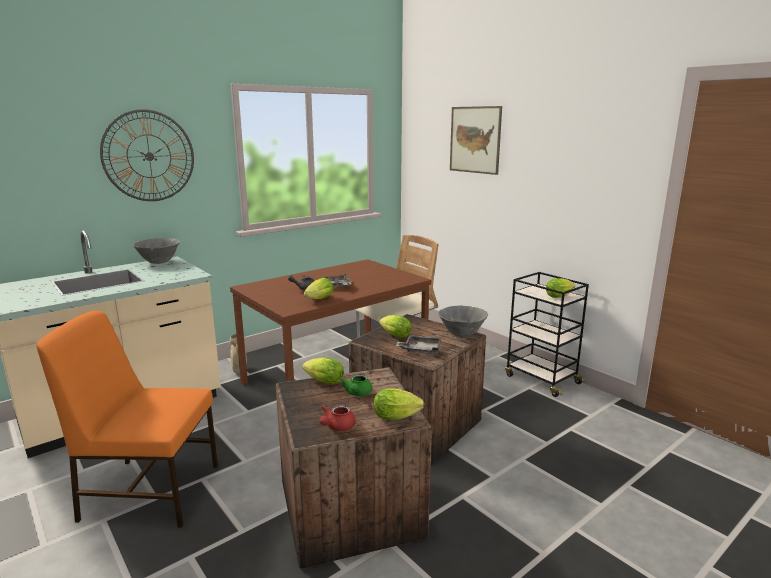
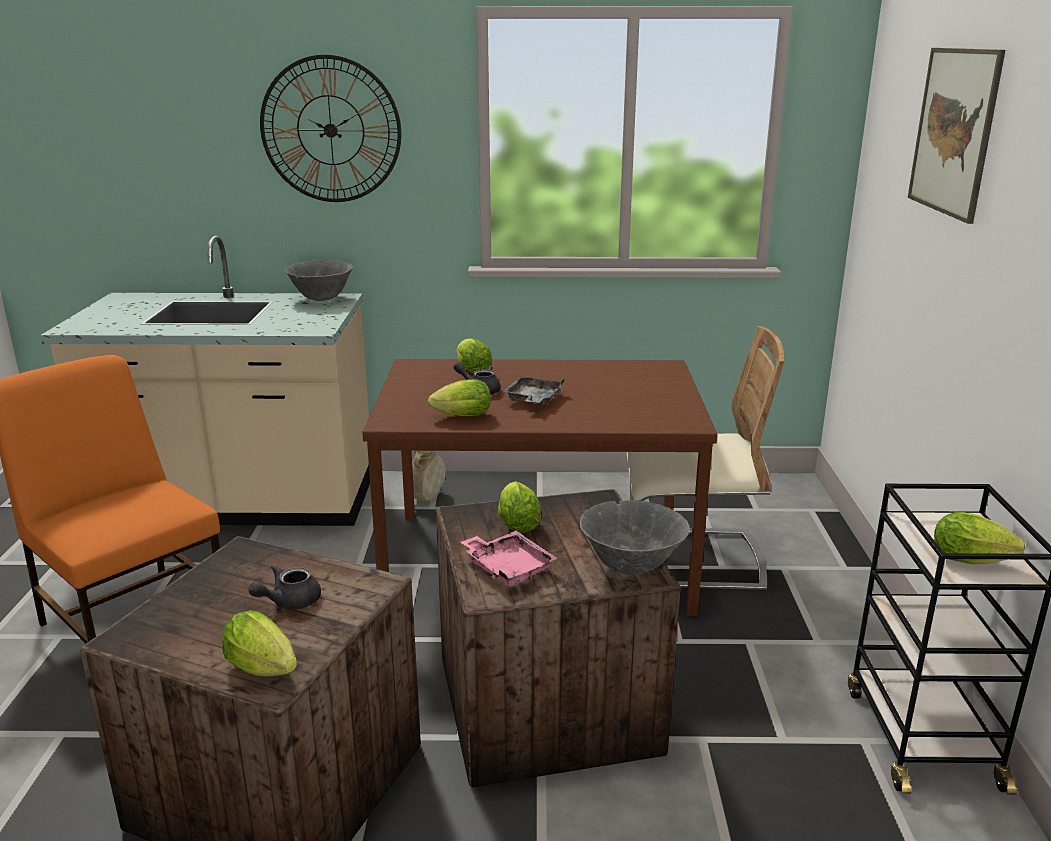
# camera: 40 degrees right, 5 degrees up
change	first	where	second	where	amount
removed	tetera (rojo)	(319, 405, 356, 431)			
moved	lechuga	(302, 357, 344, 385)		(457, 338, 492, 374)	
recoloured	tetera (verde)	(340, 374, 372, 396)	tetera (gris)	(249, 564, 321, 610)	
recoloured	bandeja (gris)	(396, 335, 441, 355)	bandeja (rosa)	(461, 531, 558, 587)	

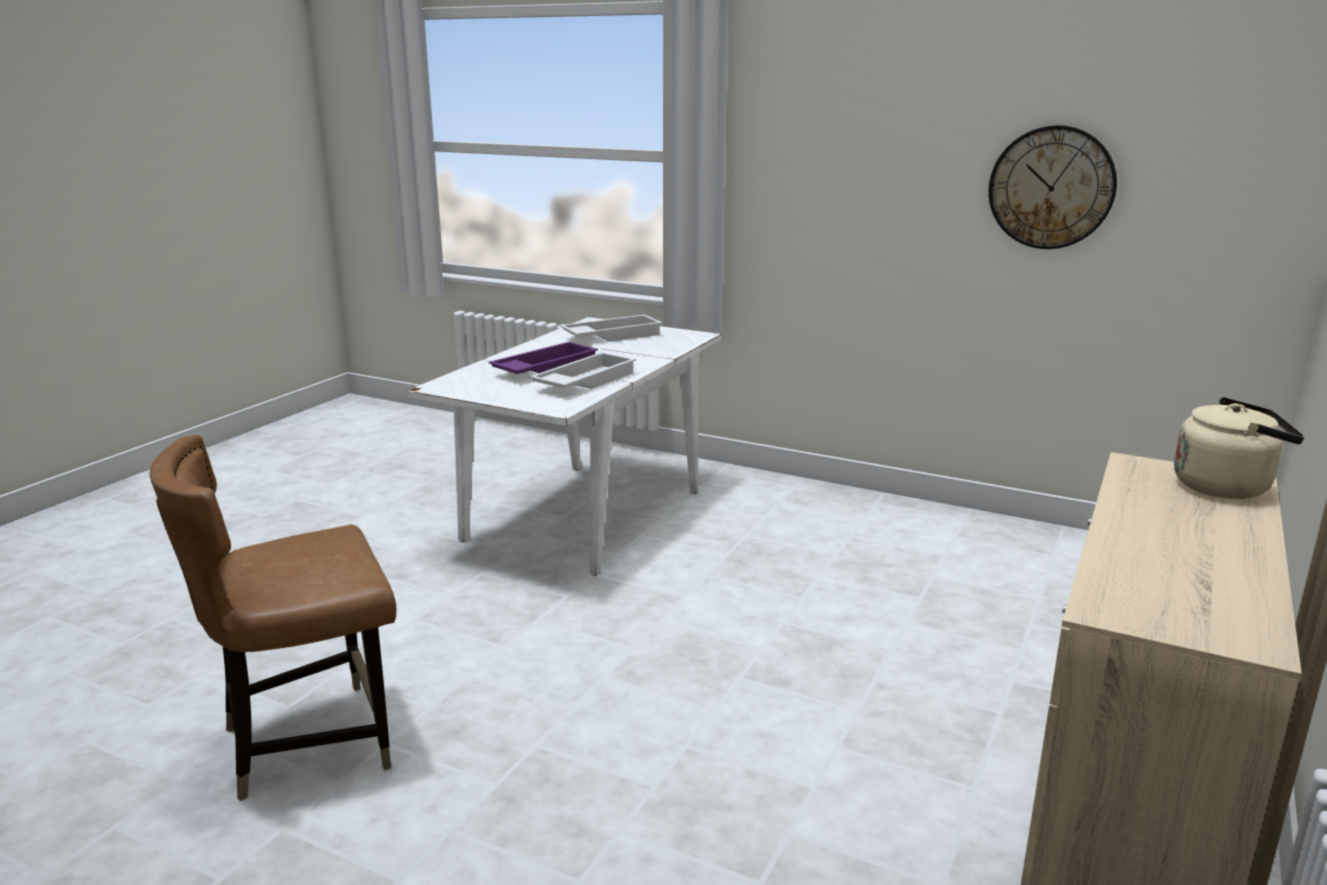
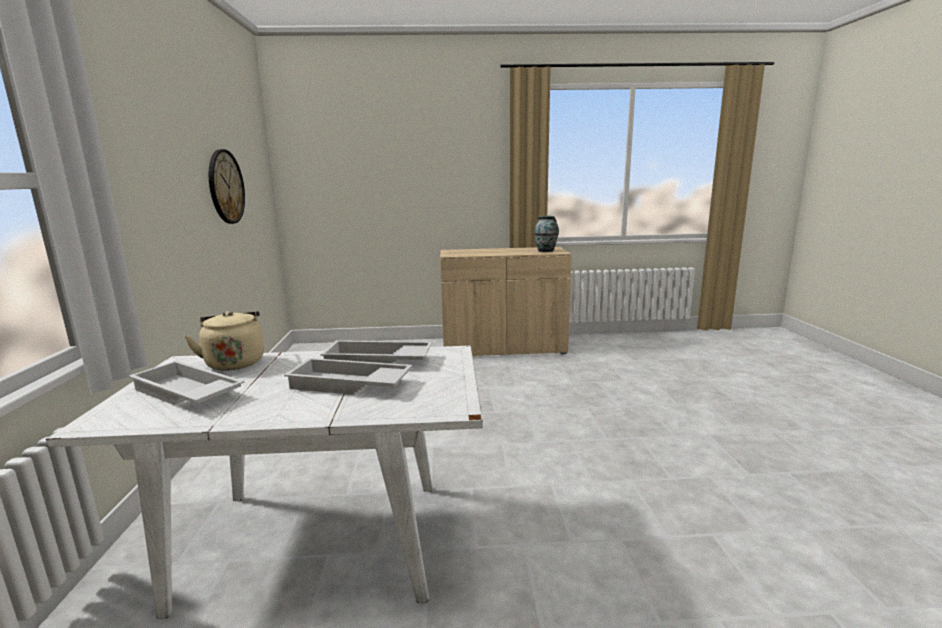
# camera: 120 degrees left, 5 degrees down
change	first	where	second	where	amount
removed	silla (marrón)	(150, 435, 396, 801)			
added			florero	(534, 216, 559, 252)	
moved	hervidor (beis)	(1174, 397, 1305, 499)		(184, 311, 264, 371)	
recoloured	bandeja (morado)	(488, 342, 598, 374)	bandeja (blanco)	(284, 358, 412, 395)	

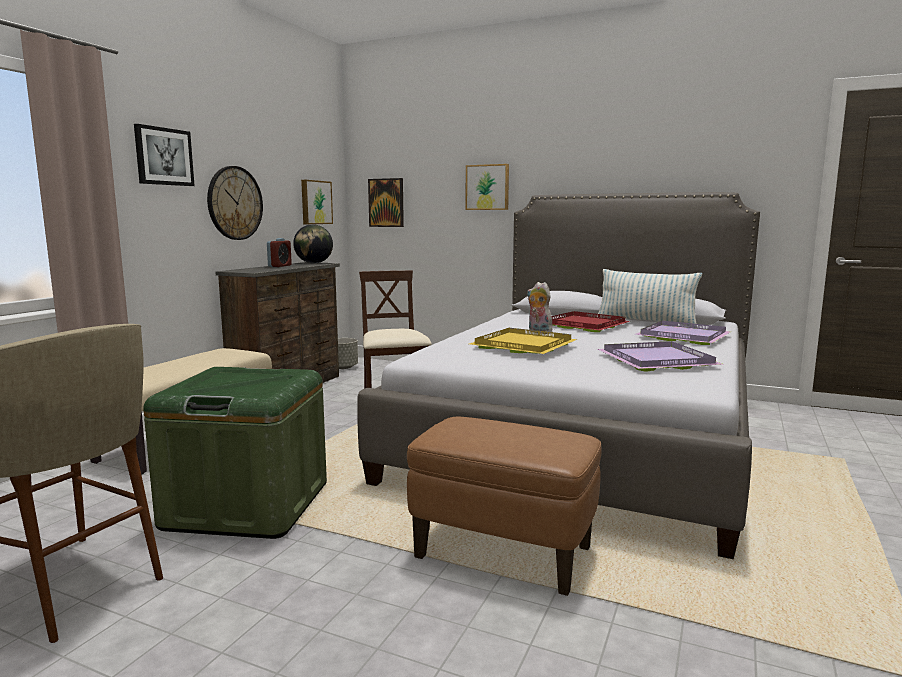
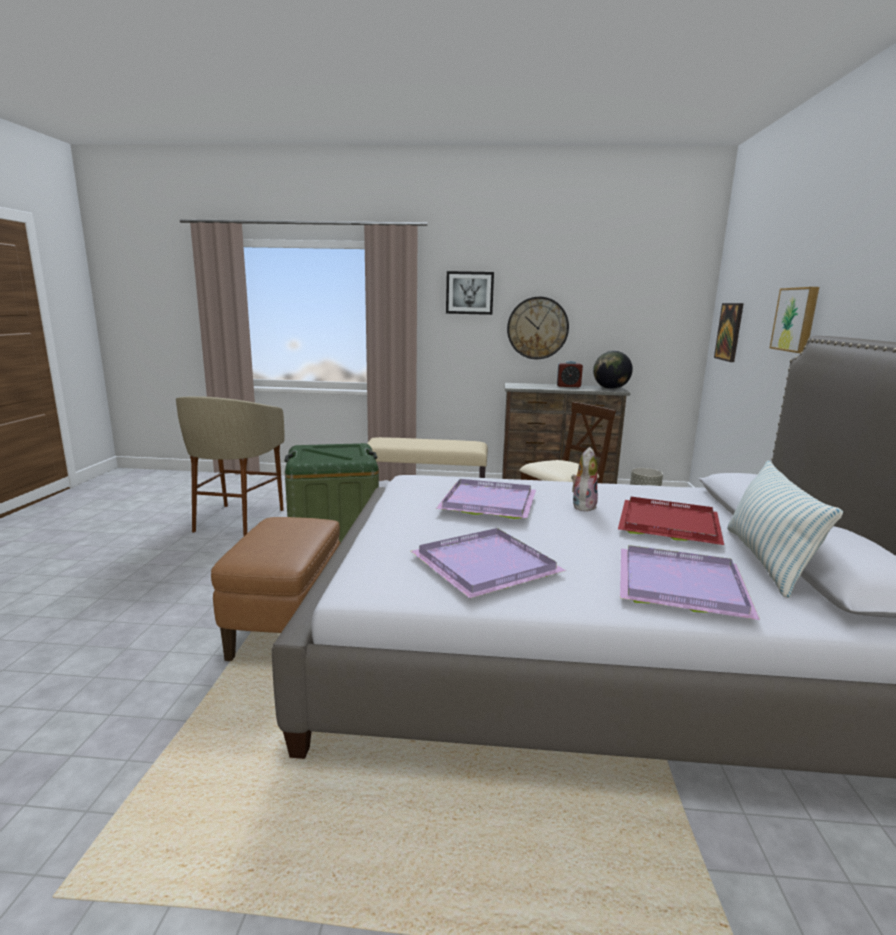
# camera: 70 degrees right, 5 degrees up
change	first	where	second	where	amount
removed	cuadro	(301, 180, 333, 224)			
recoloured	bandeja (amarillo)	(469, 328, 578, 354)	bandeja (morado)	(436, 479, 536, 519)	

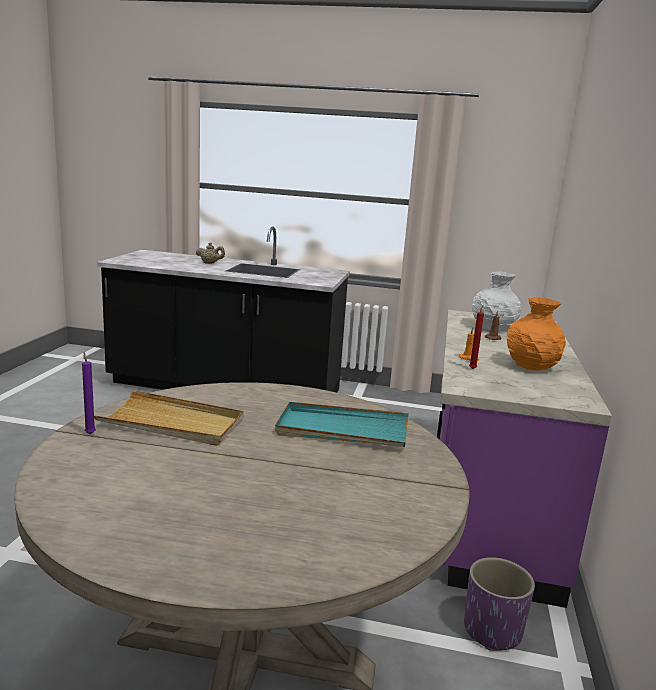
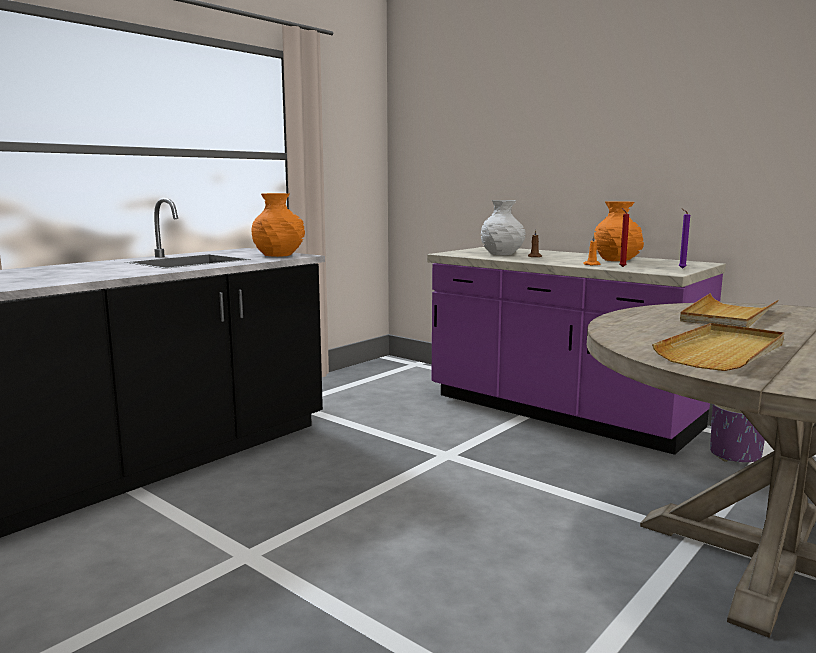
# camera: 60 degrees left, 5 degrees down
change	first	where	second	where	amount
removed	tetera (beis)	(196, 242, 225, 264)			
added			florero (naranja)	(252, 193, 305, 257)	
moved	vela (morado)	(82, 352, 96, 434)		(679, 209, 690, 269)	
recoloured	bandeja (turquesa)	(275, 402, 409, 447)	bandeja (beis)	(680, 293, 779, 328)	

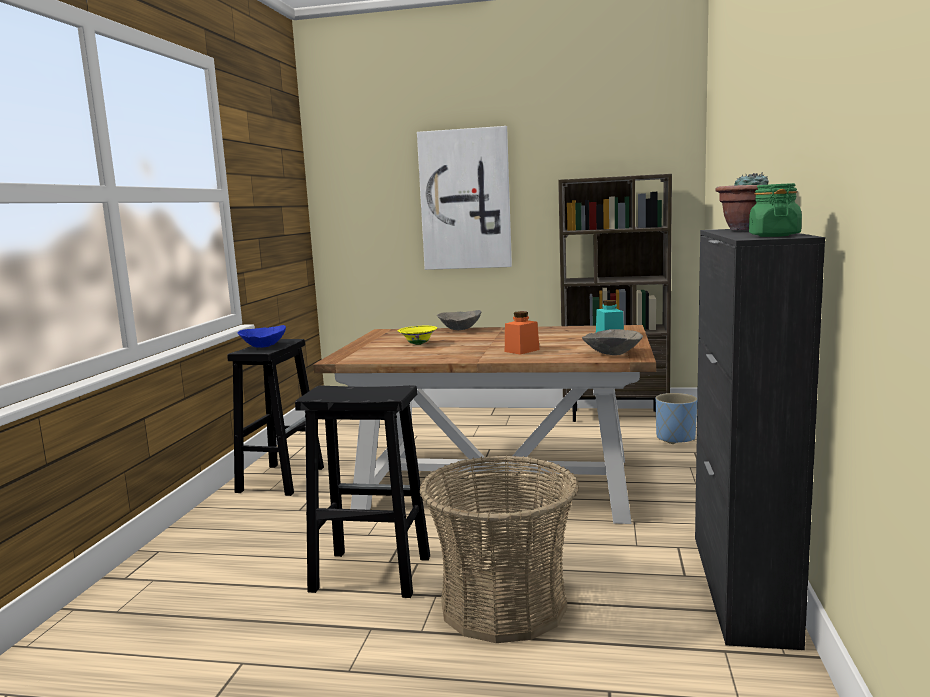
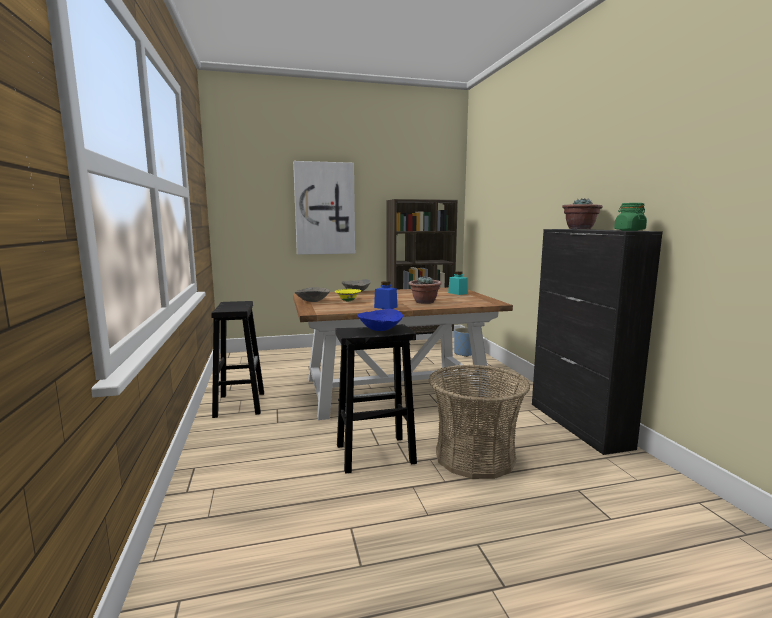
# camera: 25 degrees left, 0 degrees up
change	first	where	second	where	amount
added			tarro (azul)	(374, 281, 397, 309)	
moved	cuenco (azul)	(237, 325, 286, 348)		(357, 309, 403, 331)	
moved	cuenco (gris)	(582, 329, 643, 355)		(295, 287, 330, 302)	
replaced	tarro (naranja)	(505, 311, 540, 355)	planta en maceta	(408, 276, 442, 304)	

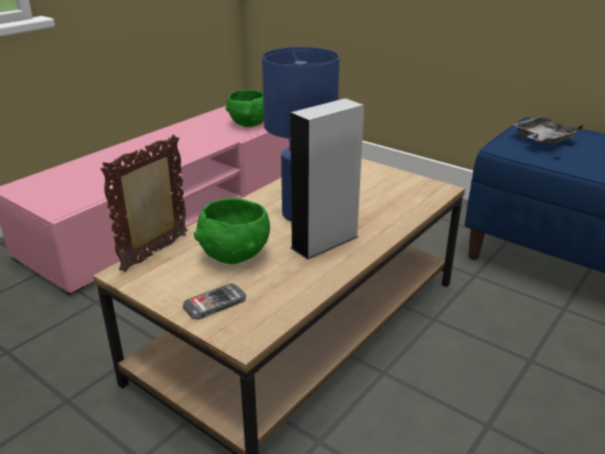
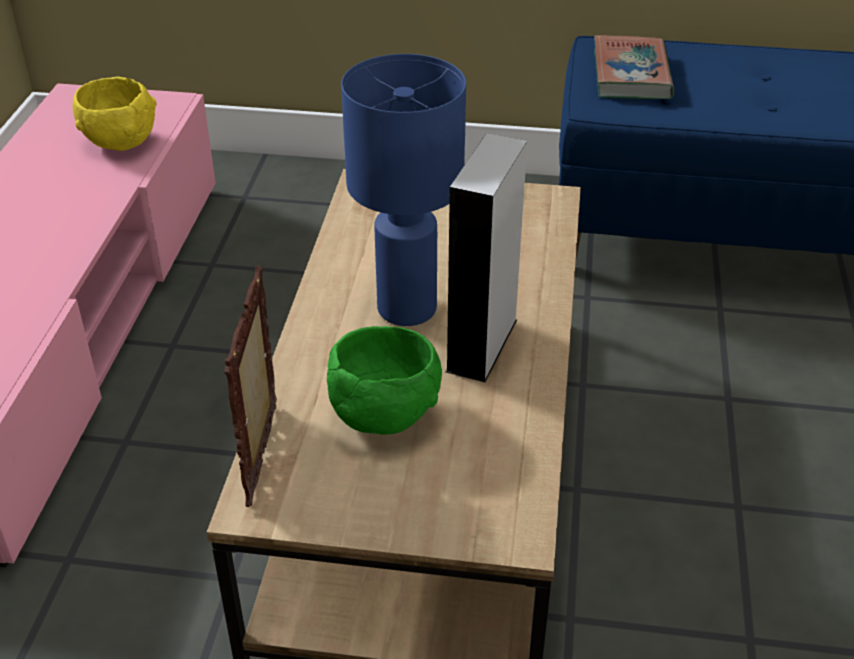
# camera: 30 degrees left, 10 degrees up
change	first	where	second	where	amount
removed	móvil	(183, 284, 246, 320)			
replaced	bandeja (gris)	(511, 116, 583, 145)	libro	(594, 35, 674, 99)	
recoloured	cuenco (verde)	(225, 90, 264, 127)	cuenco (amarillo)	(73, 77, 156, 151)	

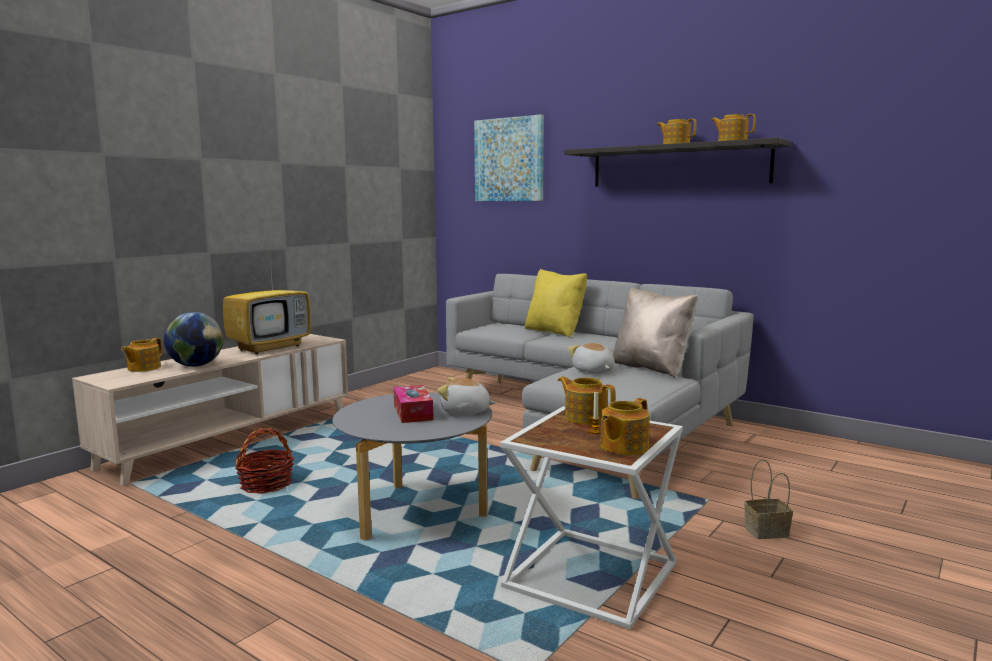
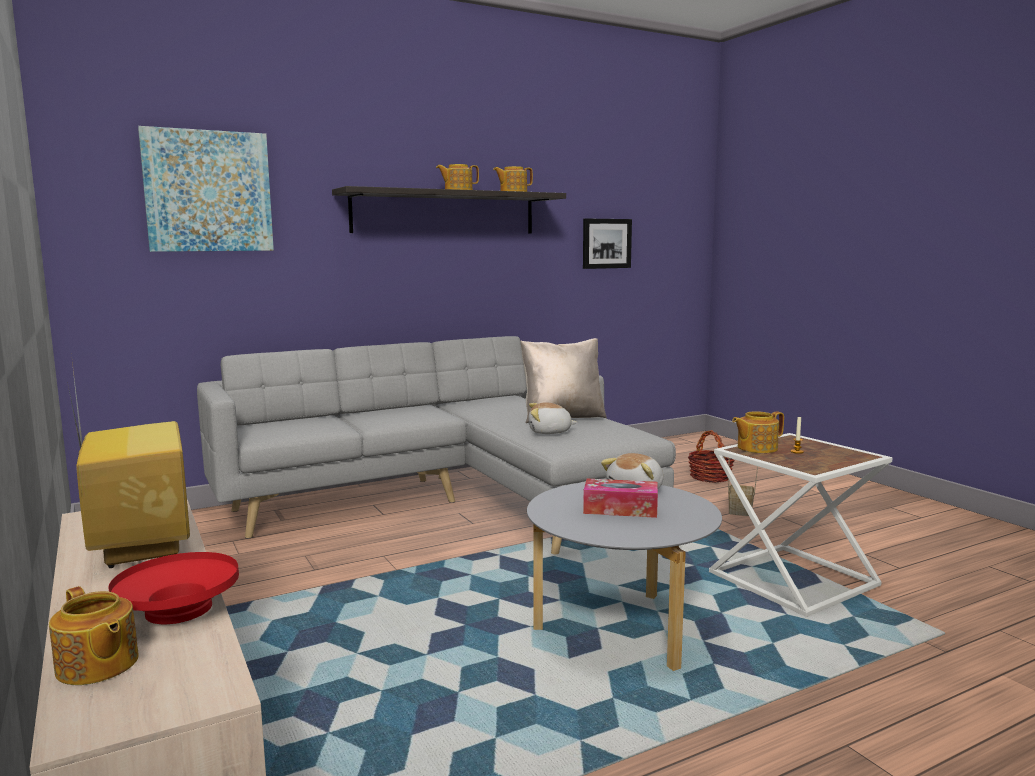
# camera: 65 degrees left, 0 degrees up
change	first	where	second	where	amount
removed	cojín (amarillo)	(525, 269, 587, 338)			
removed	tetera	(600, 398, 650, 455)			
added			cuadro	(583, 219, 632, 269)	
moved	cesta	(235, 428, 294, 494)		(688, 430, 734, 483)	
replaced	globo terráqueo	(164, 312, 223, 367)	cuenco (rojo)	(108, 552, 239, 625)	

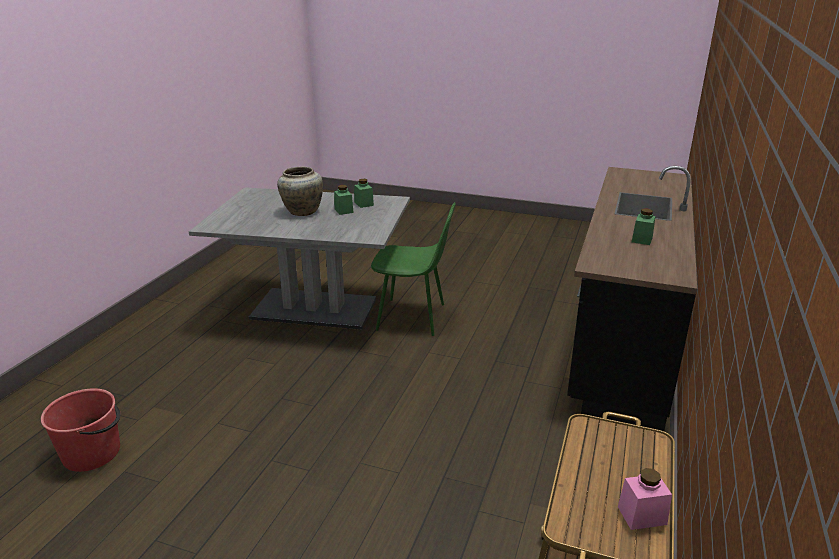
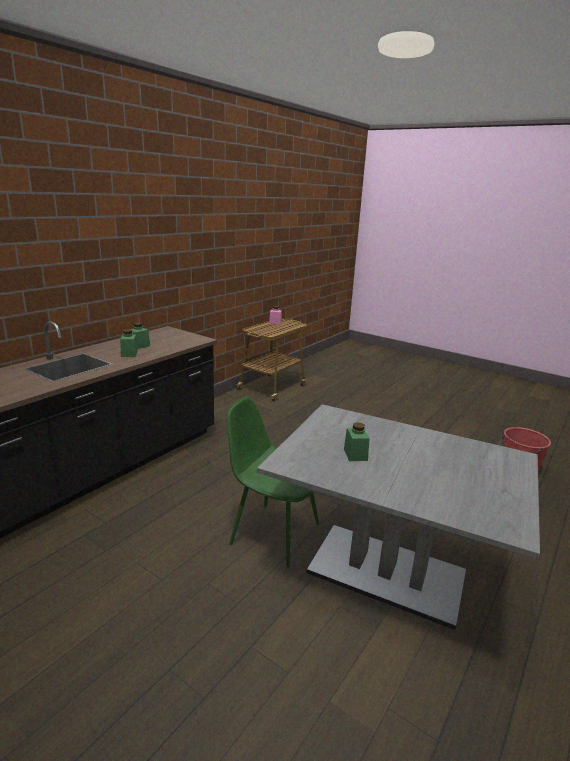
# camera: 165 degrees left, 5 degrees down
change	first	where	second	where	amount
removed	florero (beis)	(277, 167, 323, 216)			
moved	tarro (verde)	(354, 179, 374, 208)		(120, 329, 138, 357)	

